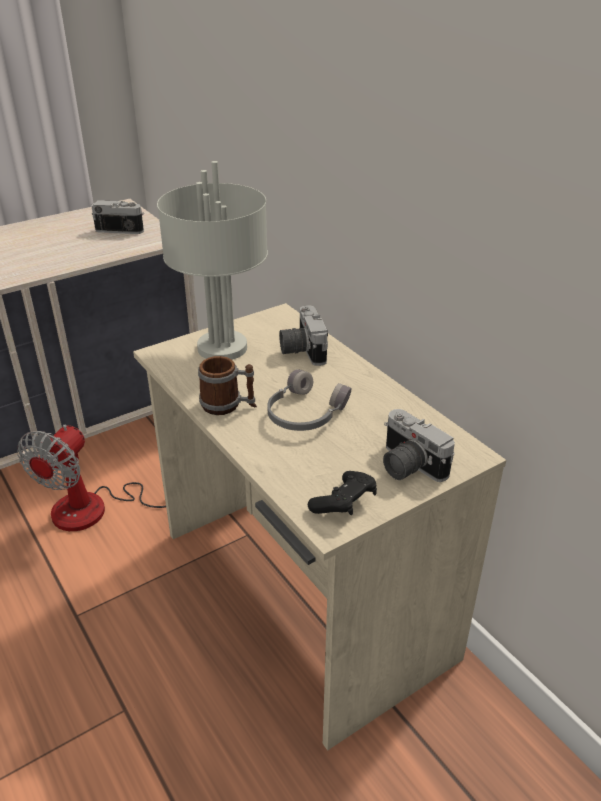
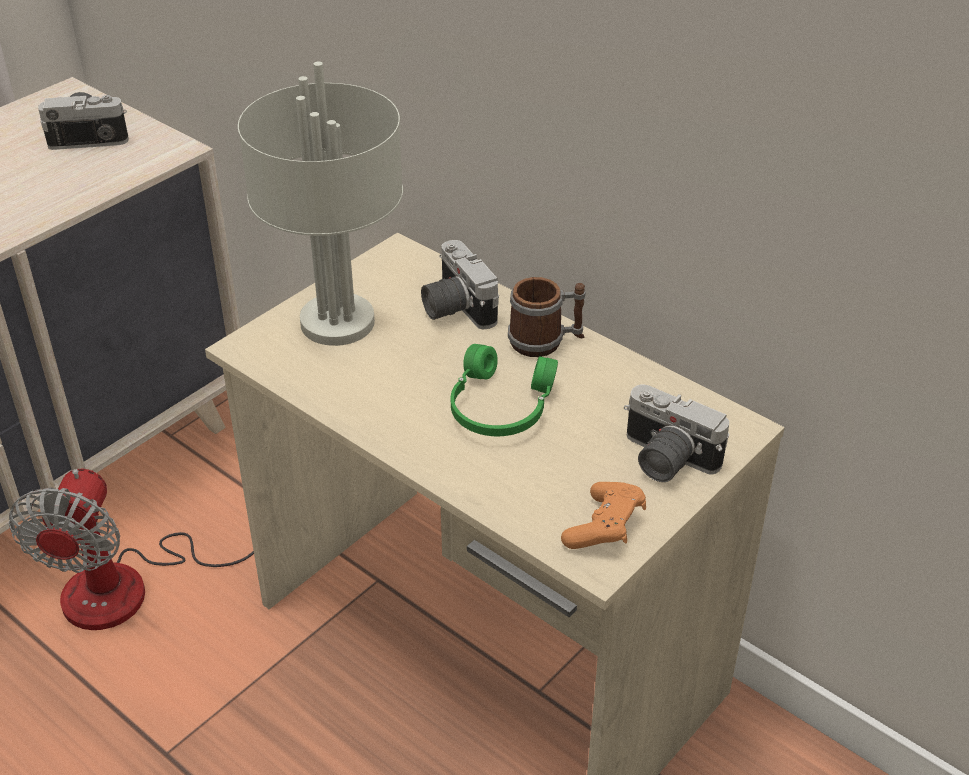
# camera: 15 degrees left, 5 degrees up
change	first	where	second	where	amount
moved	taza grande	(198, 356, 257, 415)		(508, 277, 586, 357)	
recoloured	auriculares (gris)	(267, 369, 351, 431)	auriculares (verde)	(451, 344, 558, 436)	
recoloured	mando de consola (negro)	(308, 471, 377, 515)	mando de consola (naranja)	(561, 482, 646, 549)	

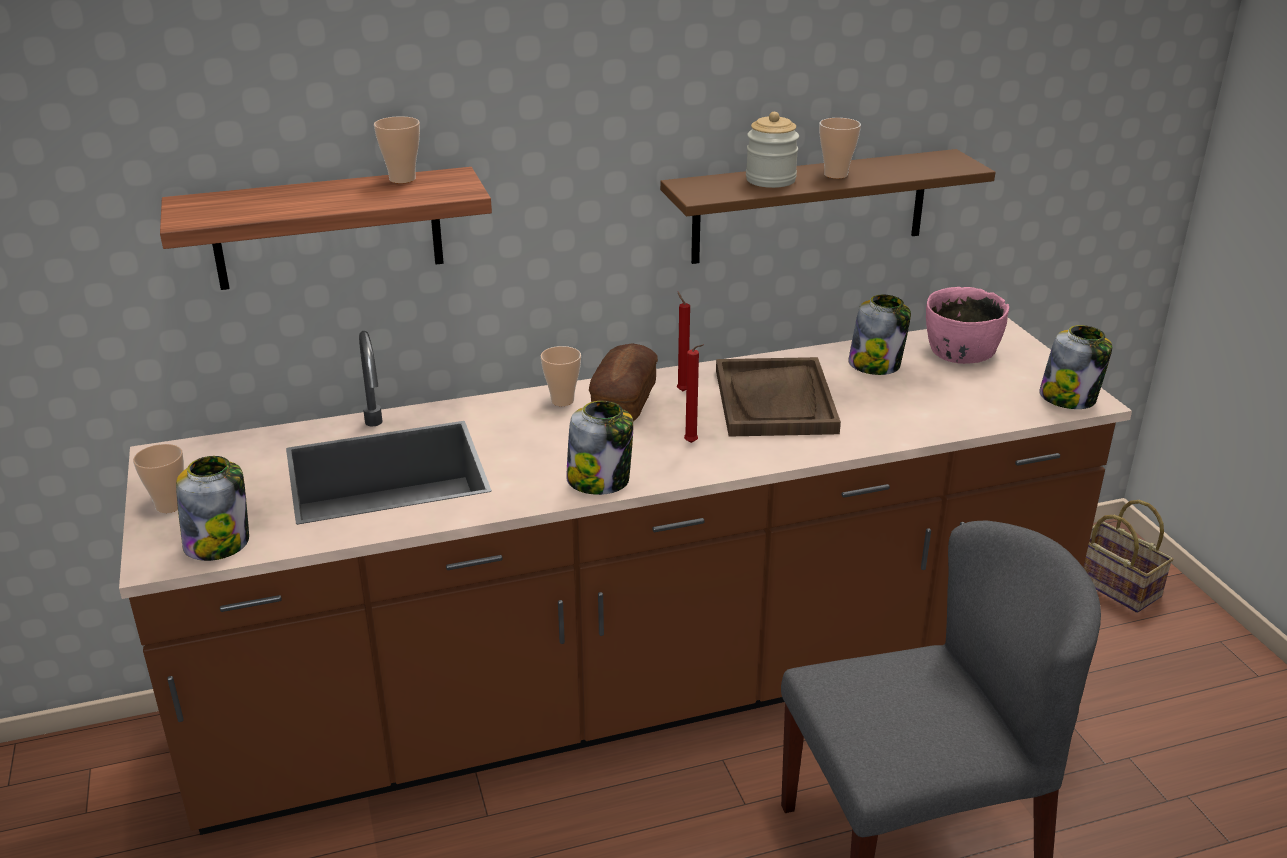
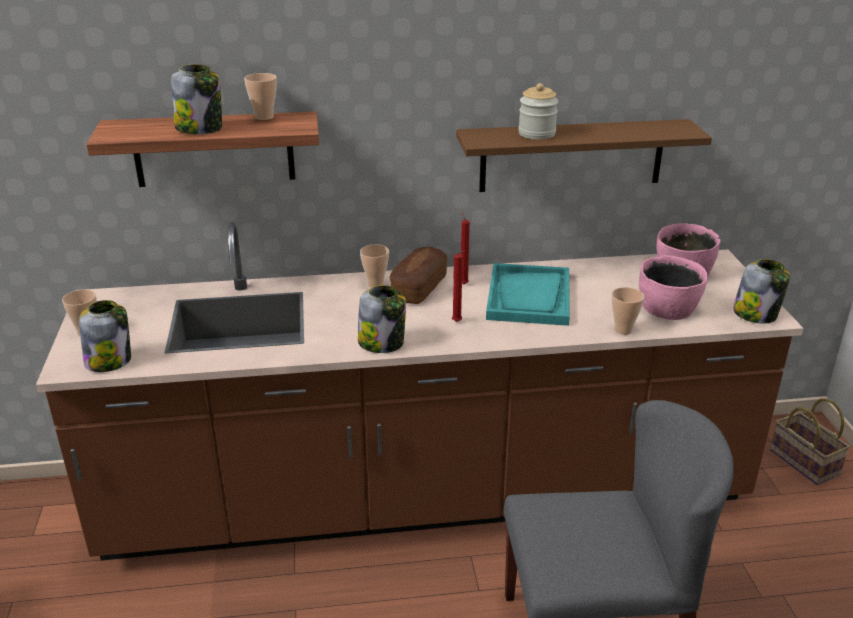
# camera: 10 degrees right, 0 degrees up
change	first	where	second	where	amount
added			cuenco (rosa)	(639, 256, 708, 320)	
moved	taza	(819, 118, 861, 179)		(612, 287, 644, 335)	
moved	tarro	(848, 295, 911, 375)		(171, 64, 222, 134)	
recoloured	bandeja (marrón)	(716, 357, 841, 437)	bandeja (turquesa)	(486, 263, 570, 326)	

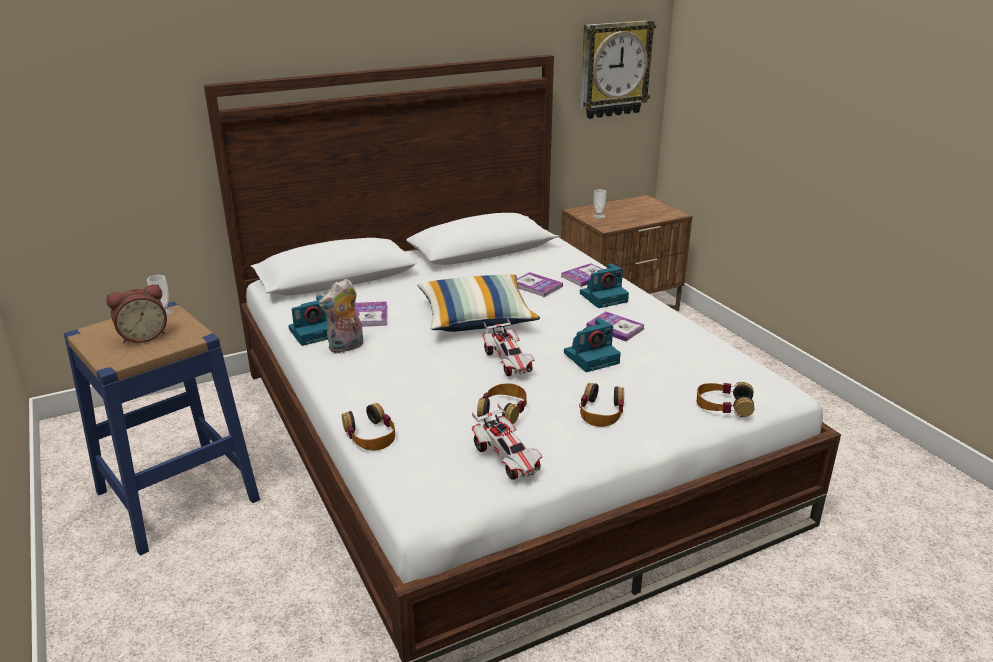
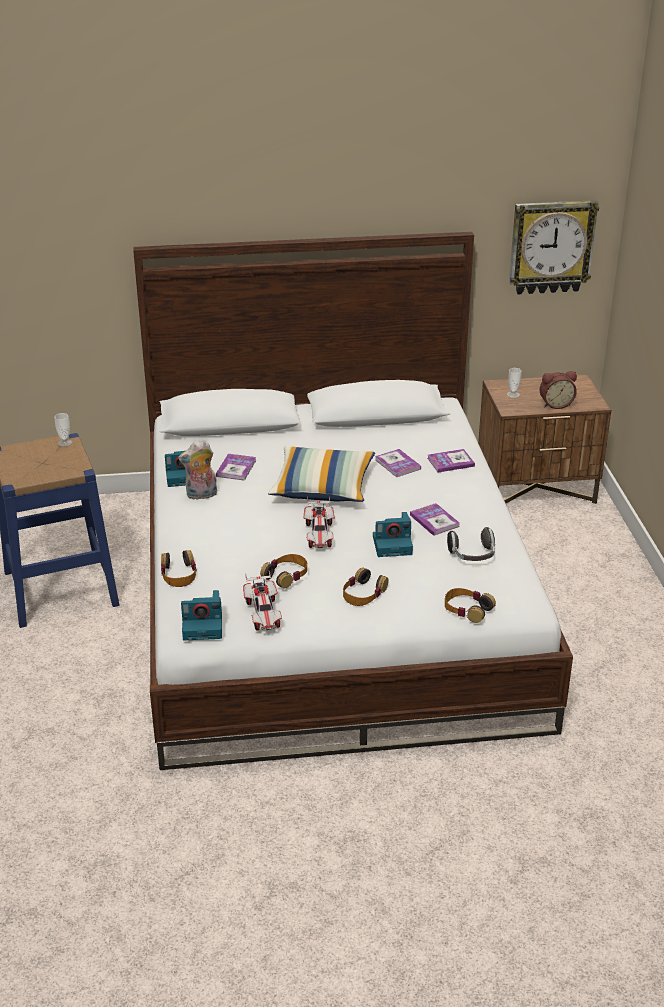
# camera: 20 degrees right, 5 degrees up
change	first	where	second	where	amount
added			auriculares	(447, 527, 495, 561)	
moved	despertador	(106, 284, 167, 343)		(540, 371, 577, 409)	
moved	cámara	(580, 263, 629, 308)		(181, 590, 222, 641)	

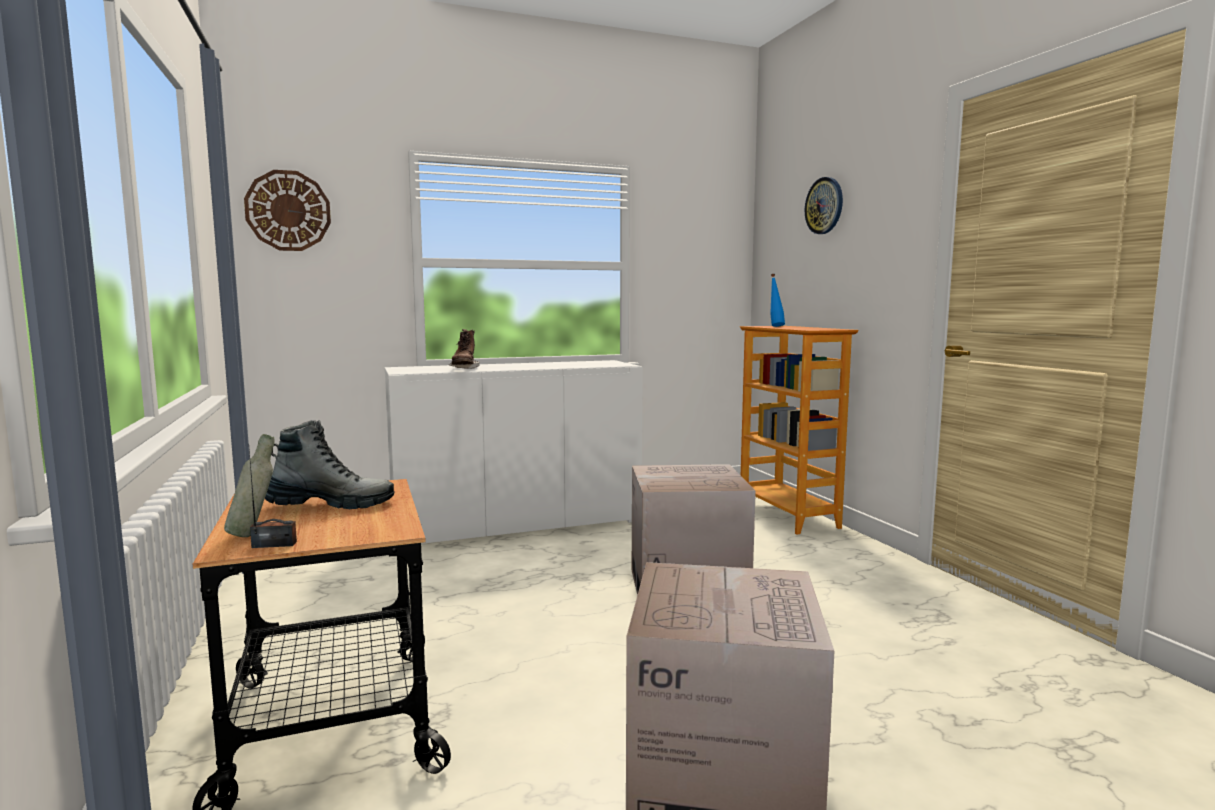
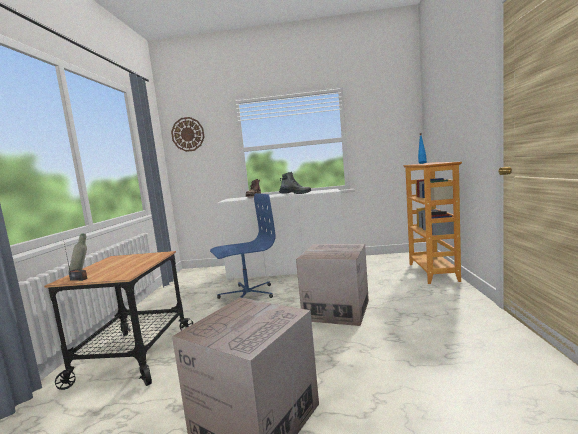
# camera: 25 degrees right, 0 degrees up
change	first	where	second	where	amount
removed	reloj de pared	(805, 177, 843, 234)			
added			silla de oficina (azul)	(210, 193, 276, 299)	
moved	bota	(265, 420, 395, 509)		(279, 172, 311, 194)	

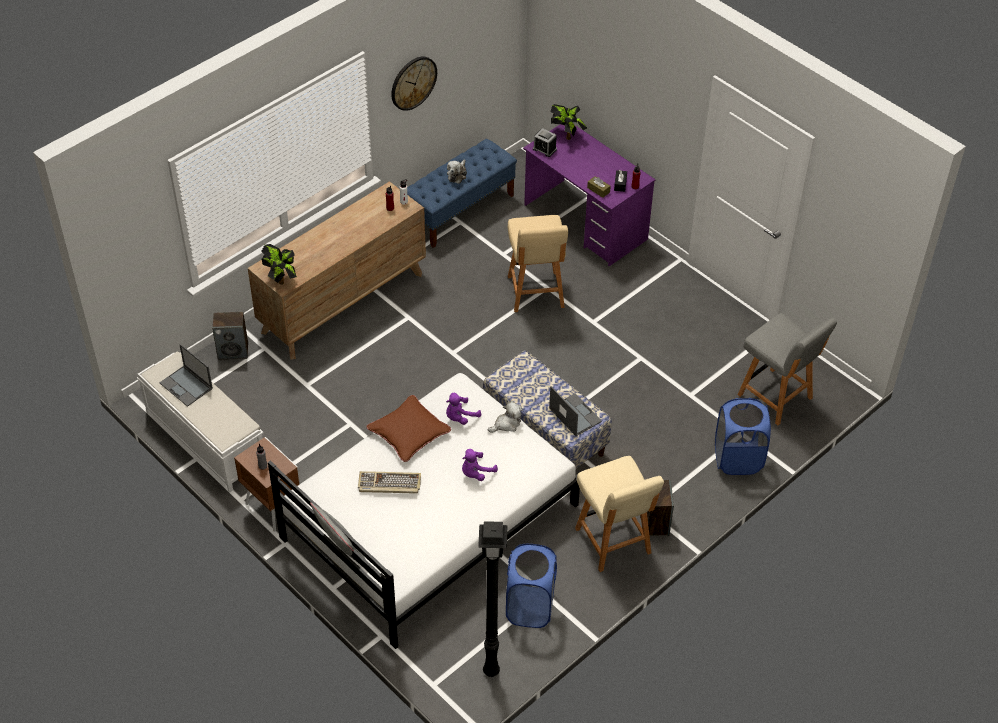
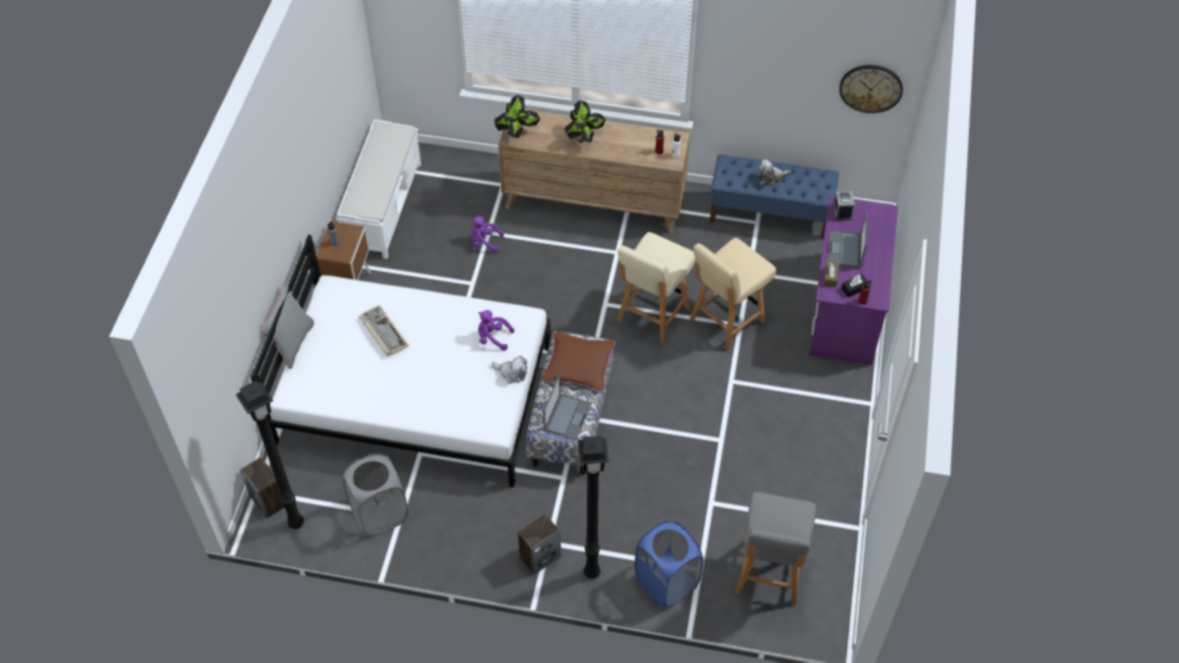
# camera: 55 degrees right, 5 degrees up
change	first	where	second	where	amount
added			lámpara de pie (negro)	(578, 436, 609, 579)	
moved	portátil	(159, 344, 213, 407)		(828, 213, 867, 269)	
moved	altavoz	(212, 312, 248, 360)		(240, 457, 284, 519)	
moved	cojín (marrón)	(367, 395, 451, 462)		(541, 331, 615, 391)	
moved	reloj de pared	(391, 56, 437, 111)		(839, 65, 903, 113)	
moved	peluche (morado)	(462, 449, 498, 481)		(472, 216, 504, 253)	
moved	planta en maceta	(550, 104, 587, 140)		(564, 100, 606, 143)	
moved	silla (beis)	(575, 456, 664, 572)		(617, 232, 695, 344)	
recoloured	cesto de la ropa (azul)	(506, 544, 557, 628)	cesto de la ropa (gris)	(342, 453, 408, 536)	

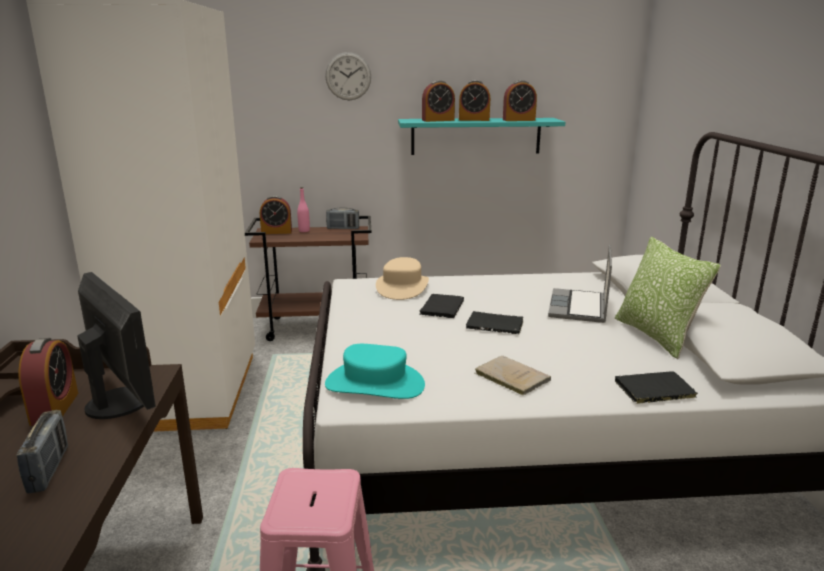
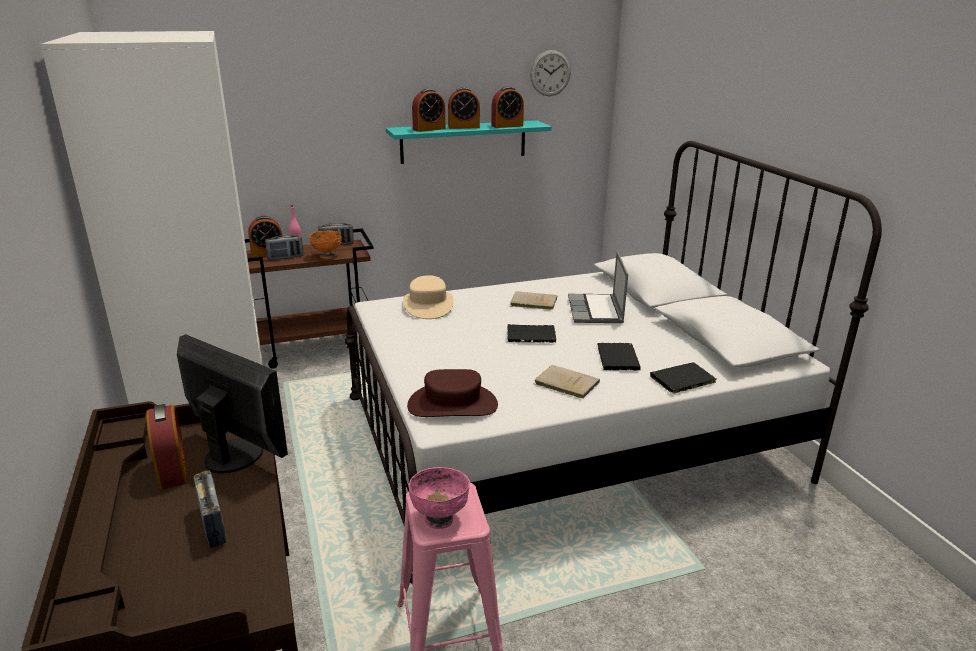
# camera: 15 degrees left, 5 degrees up
change	first	where	second	where	amount
removed	cojín	(615, 237, 721, 359)			
added			radio	(265, 235, 303, 260)	
added			cuenco (naranja)	(310, 231, 341, 259)	
added			cuenco (rosa)	(409, 467, 470, 529)	
added			libro (beis)	(510, 291, 558, 310)	
moved	reloj de pared	(325, 52, 371, 100)		(530, 50, 571, 96)	
moved	libro (negro)	(420, 294, 464, 318)		(597, 343, 641, 371)	
recoloured	sombrero (turquesa)	(325, 344, 425, 399)	sombrero (marrón)	(407, 369, 498, 417)	

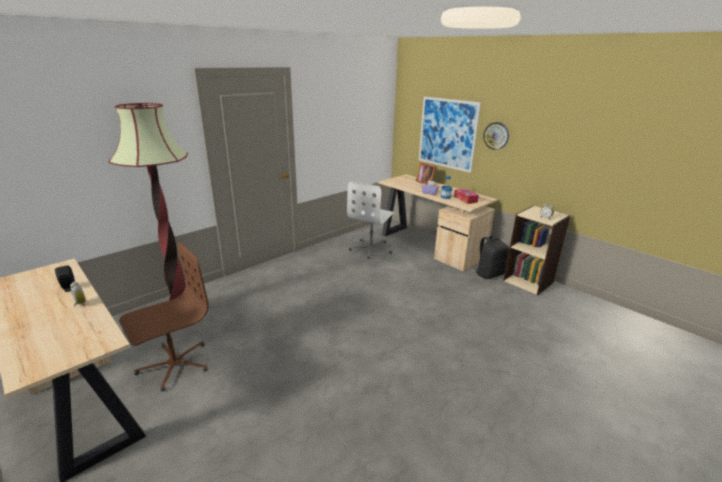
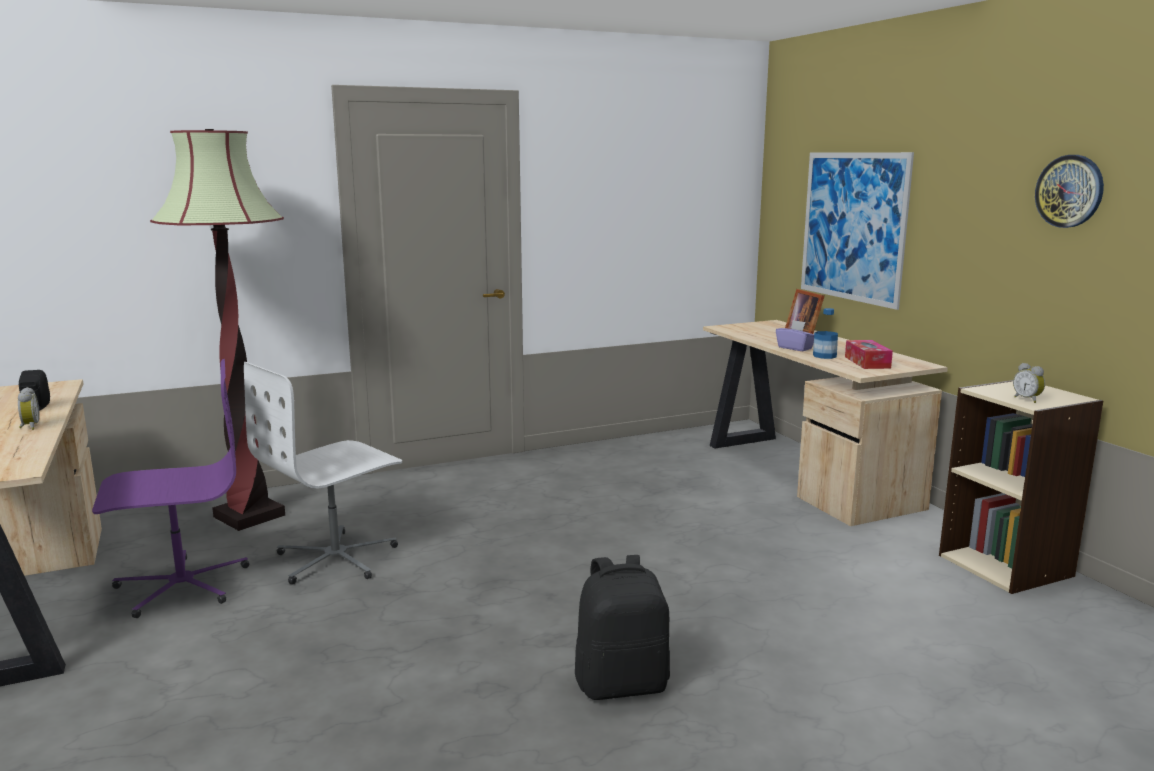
# camera: 20 degrees right, 10 degrees down
change	first	where	second	where	amount
moved	silla de oficina (blanco)	(347, 181, 395, 258)		(244, 362, 402, 585)	
moved	mochila (negro)	(474, 235, 509, 279)		(575, 555, 670, 700)	
moved	reloj de pared	(483, 122, 509, 150)		(1035, 155, 1104, 228)	
recoloured	silla de oficina (marrón)	(119, 242, 209, 391)	silla de oficina (morado)	(92, 359, 249, 618)	

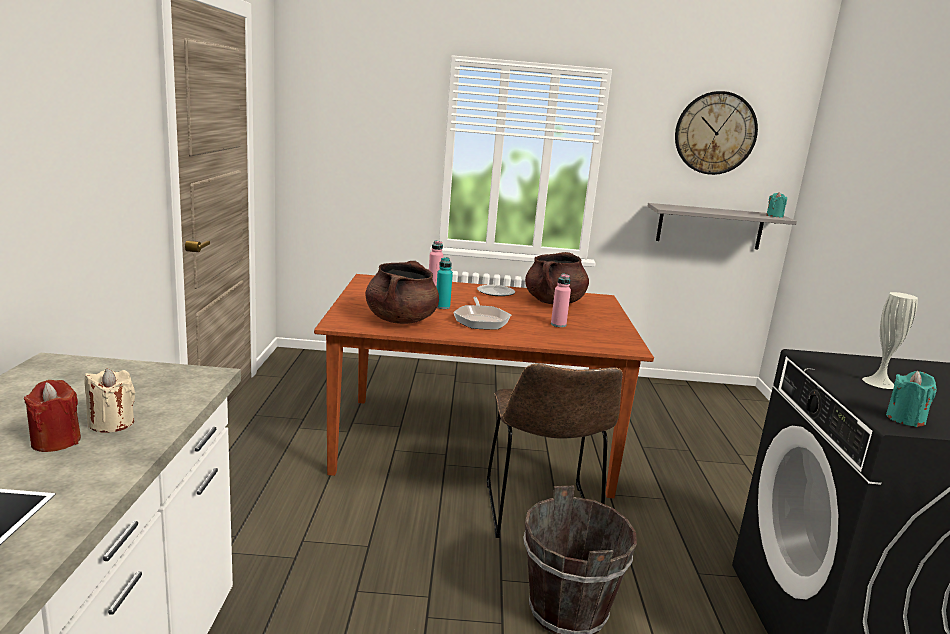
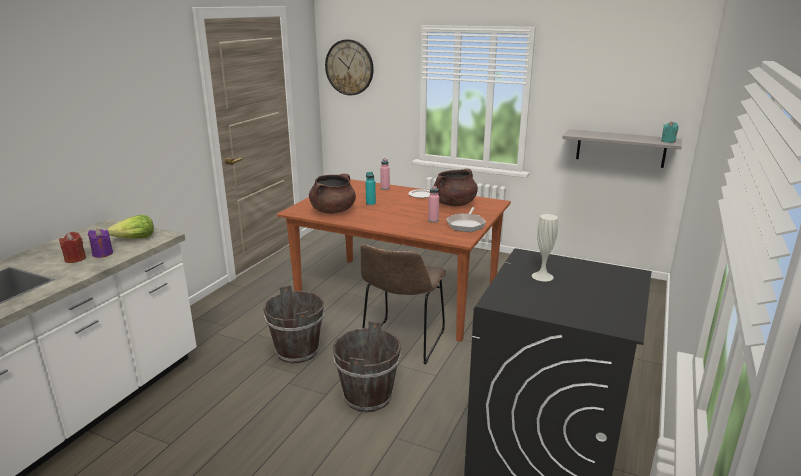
# camera: 25 degrees right, 5 degrees up
change	first	where	second	where	amount
removed	vela (turquesa)	(886, 371, 937, 427)			
added			lechuga	(107, 215, 154, 239)	
added			cubo (marrón)	(263, 285, 324, 363)	
moved	sartén	(453, 297, 511, 330)		(446, 207, 486, 232)	
moved	reloj de pared	(675, 91, 758, 175)		(325, 39, 374, 95)	
recoloured	vela (beis)	(85, 368, 135, 432)	vela (morado)	(88, 229, 113, 258)	

